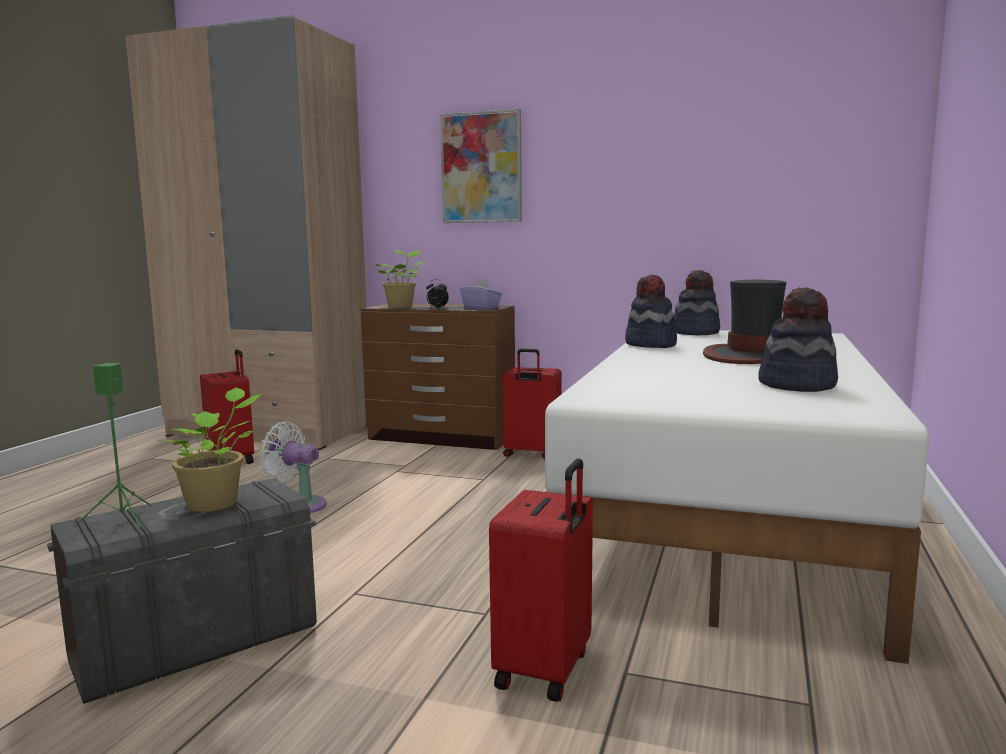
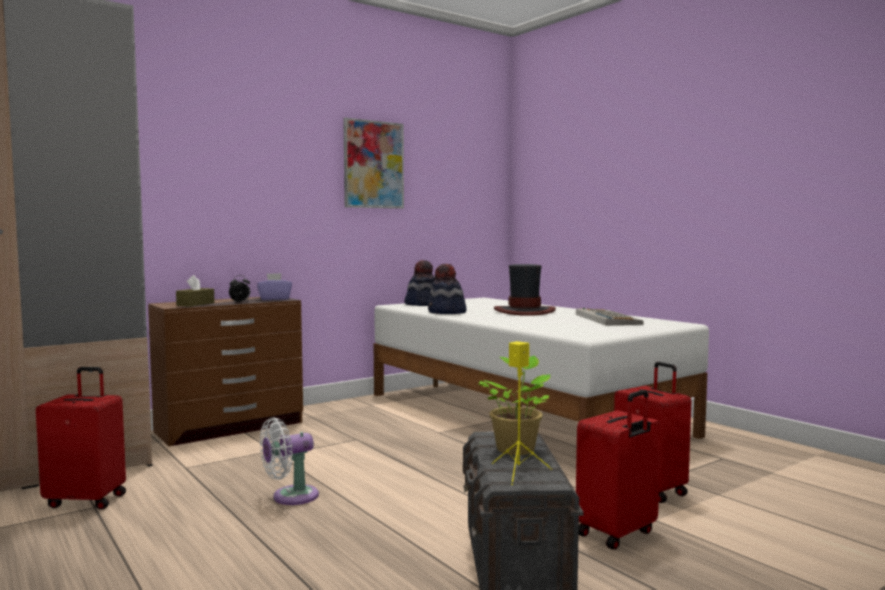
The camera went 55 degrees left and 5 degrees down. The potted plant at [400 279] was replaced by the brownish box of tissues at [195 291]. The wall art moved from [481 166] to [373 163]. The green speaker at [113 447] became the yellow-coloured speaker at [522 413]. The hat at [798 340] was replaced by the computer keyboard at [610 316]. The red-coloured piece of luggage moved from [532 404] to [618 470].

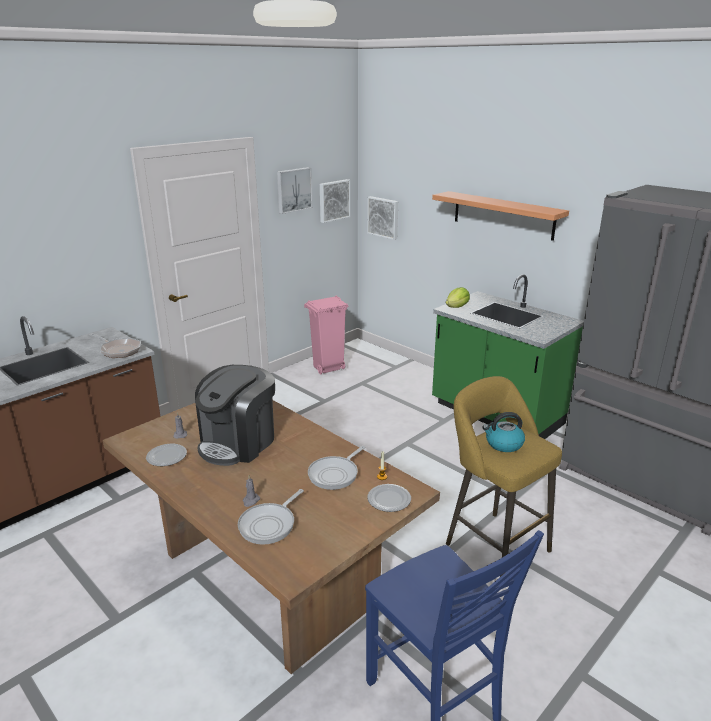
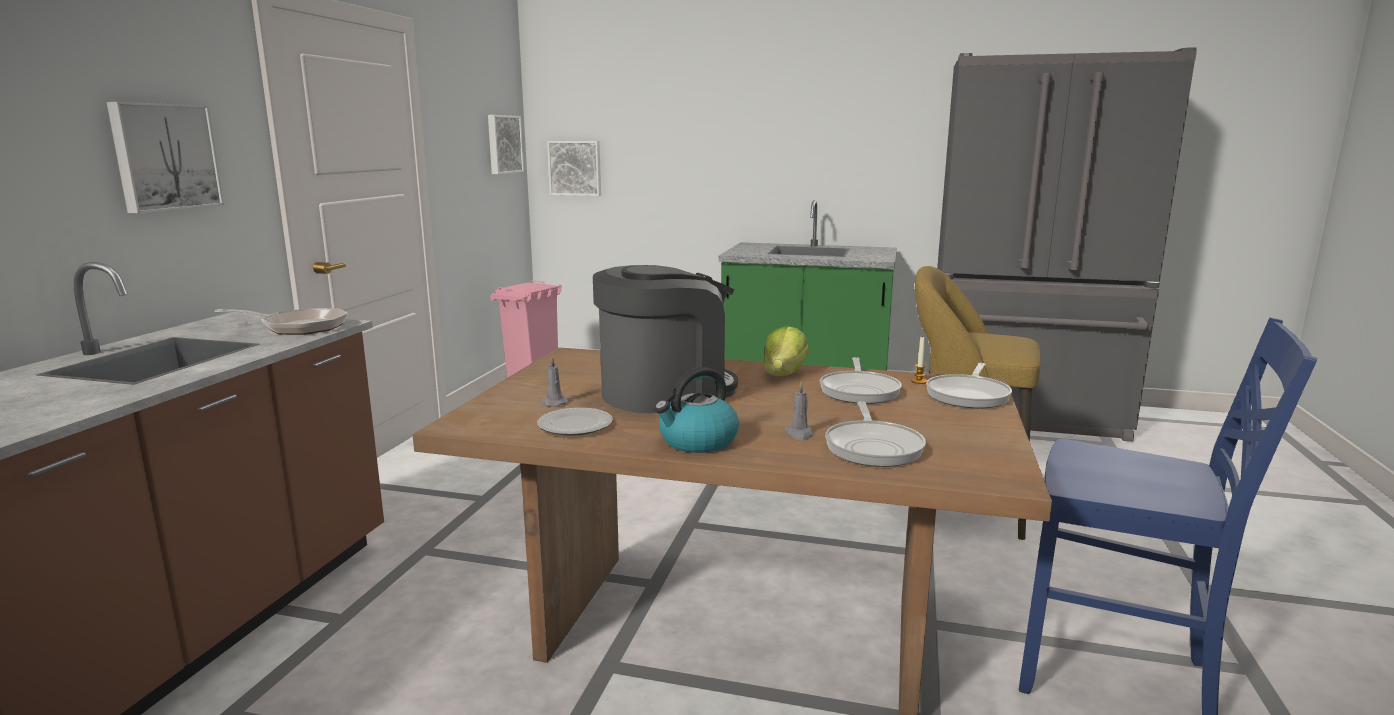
The camera went 30 degrees left and 10 degrees down. The wall art moved from [295 190] to [165 157]. The coffee machine at [235 415] turned 120 degrees counterclockwise. The water kettle moved from [504 432] to [697 410]. The head of lettuce moved from [458 297] to [786 351]. The dinner plate at [389 498] was replaced by the frying pan at [969 385]. The bracket shelf at [500 216] disappeared.

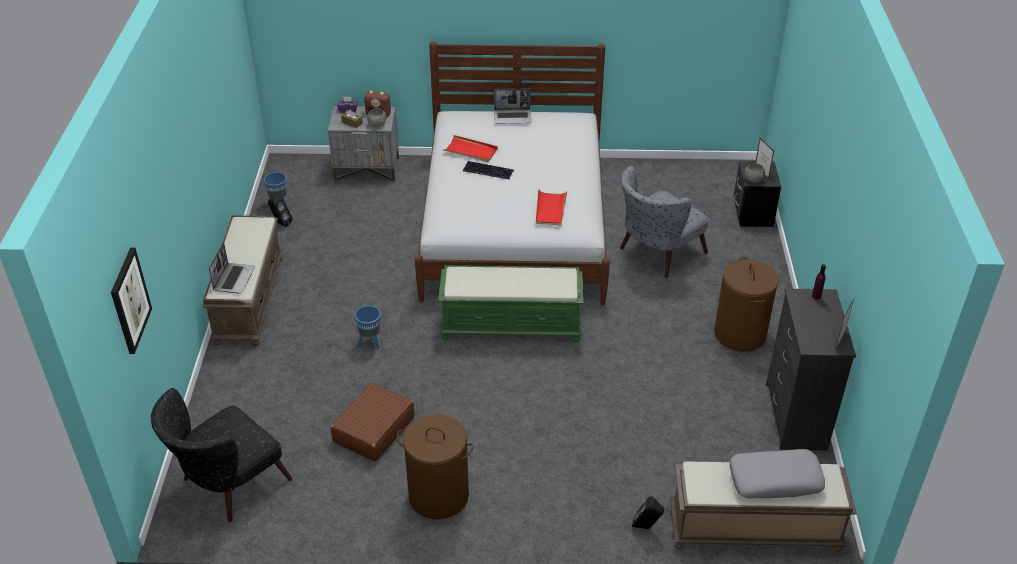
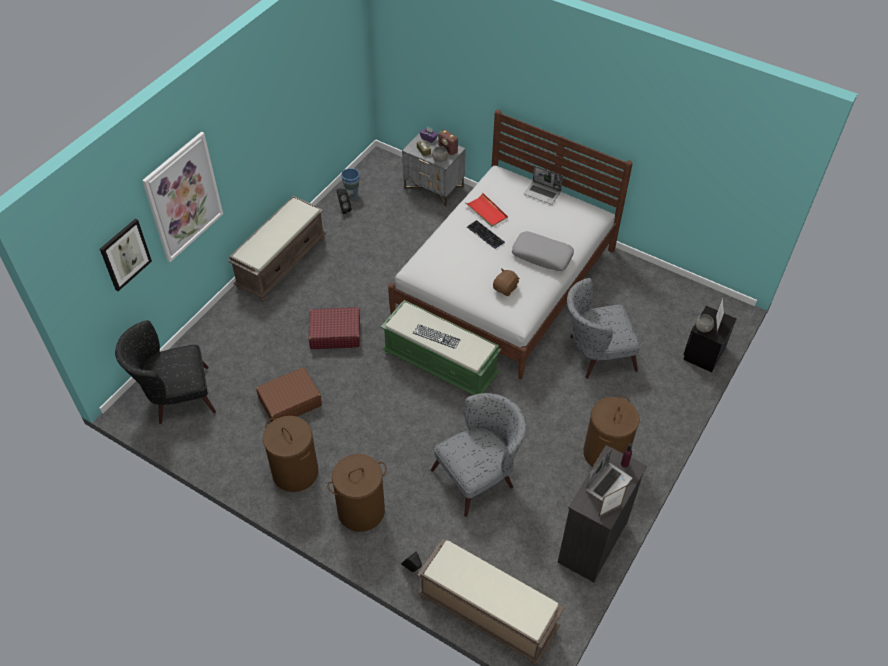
The camera went 30 degrees right and 10 degrees up. The wall art at [182 197] appeared. The bluish flower pot at [367 327] was replaced by the red-coloured piece of luggage at [334 328]. The brownish washing basket at [357 493] appeared. The computer keyboard at [437 336] appeared. The grey easy chair at [478 455] appeared. The red-coloured serving tray at [551 207] was replaced by the brownish cuddly toy at [506 282]. The grey cushion moved from [777 473] to [543 251]. The laptop moved from [232 268] to [608 474].

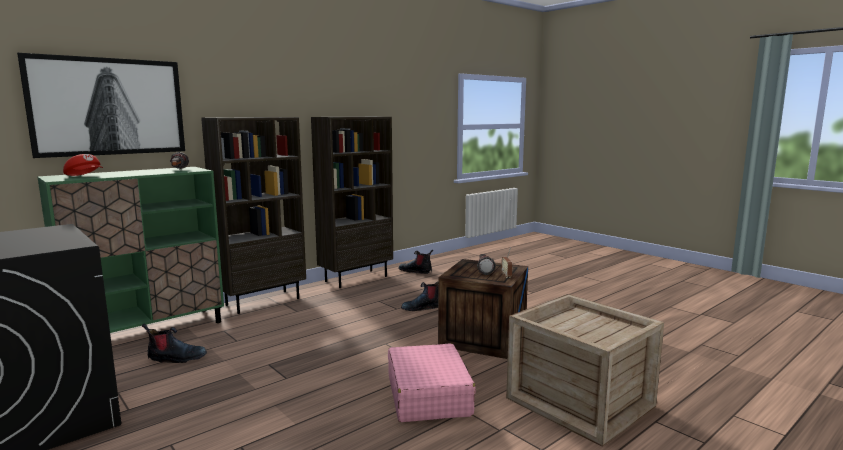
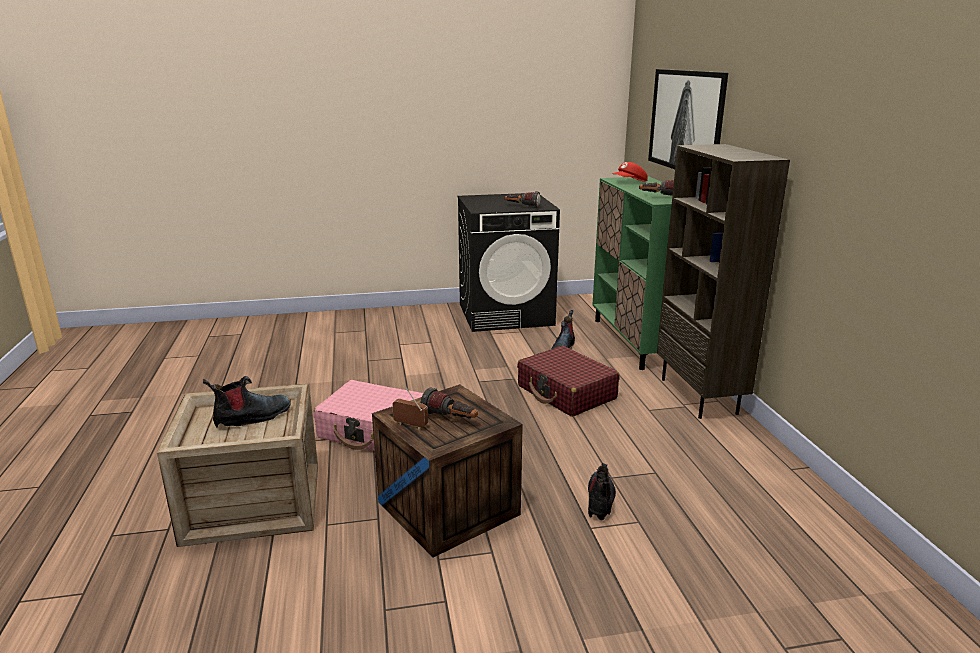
The camera went 120 degrees right and 10 degrees up. The tall boot moved from [415 262] to [247 401]. The torch at [523 199] appeared. The red-coloured piece of luggage at [568 381] appeared. The brownish bookshelf at [352 202] disappeared.

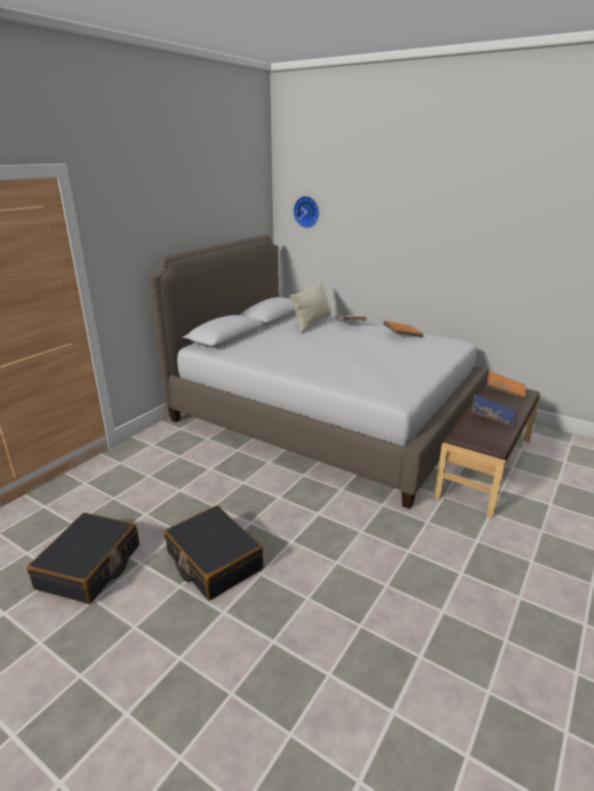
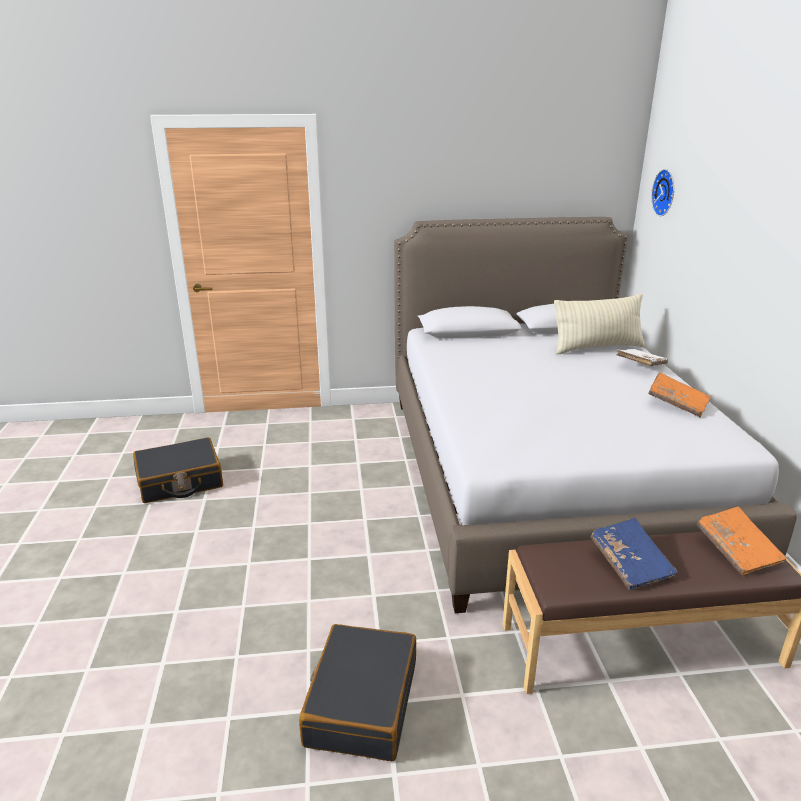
The camera went 50 degrees right and 0 degrees up. The blackish piece of luggage moved from [213 553] to [357 692].

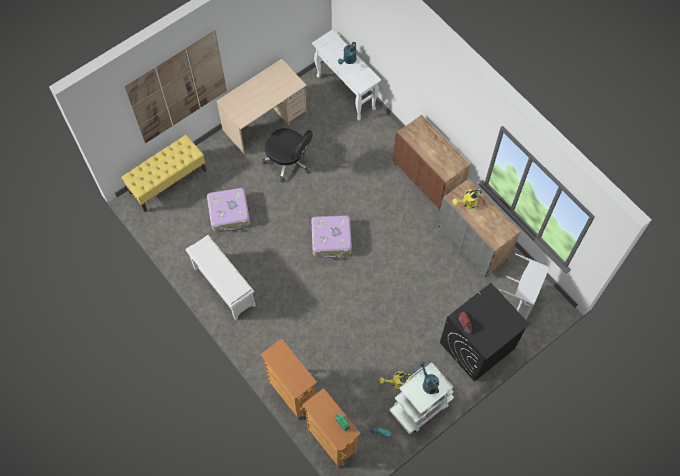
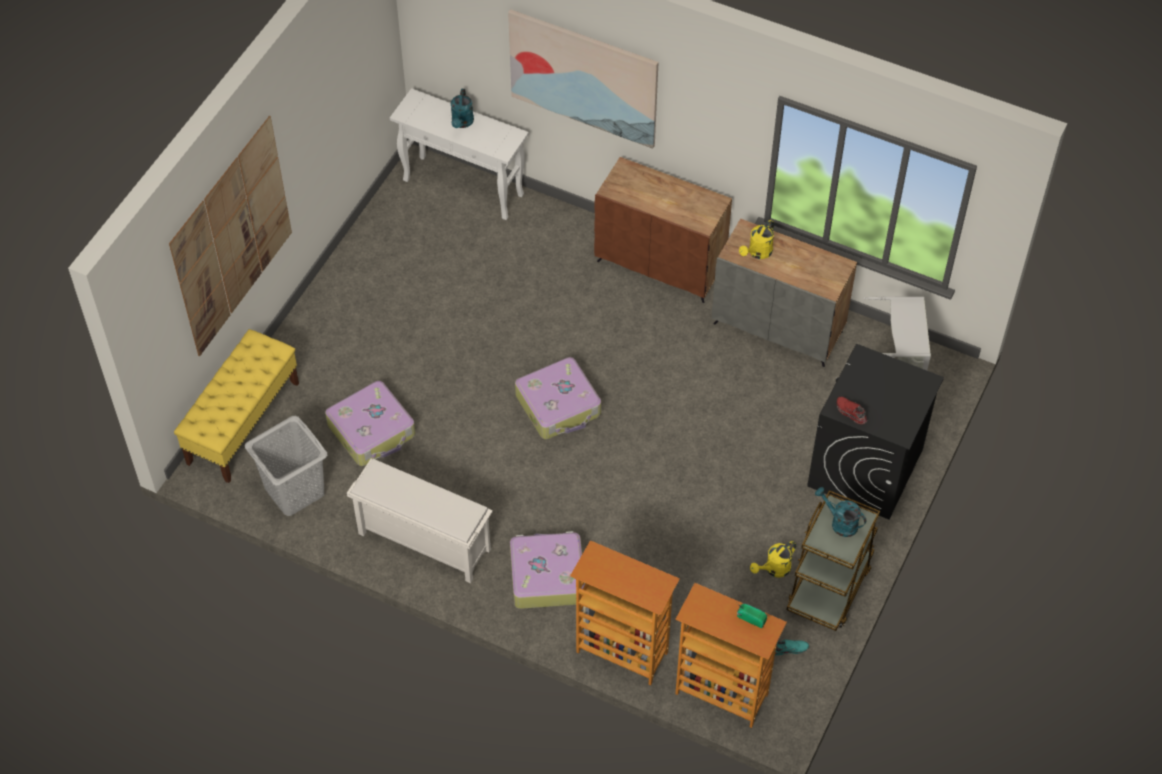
The camera went 25 degrees left and 10 degrees down. The grey washing basket at [286 465] appeared. The wall art at [583 79] appeared. The piece of luggage at [547 570] appeared. The white-coloured cart at [421 398] became the brownish cart at [833 560]. The sand-coloured desk at [261 106] disappeared. The blackish office chair at [287 155] disappeared.

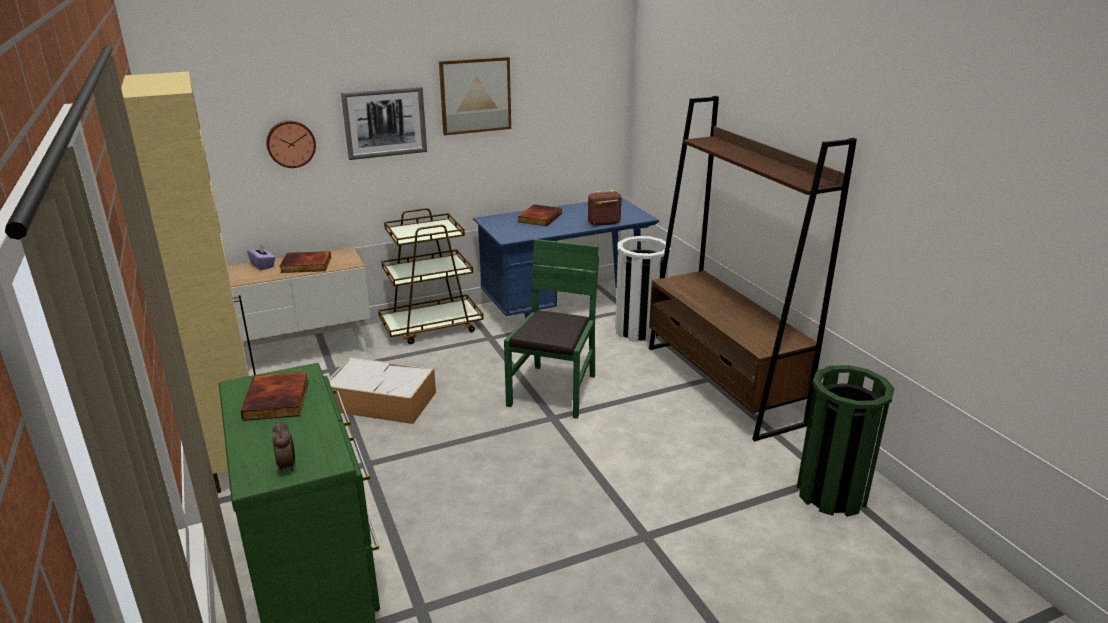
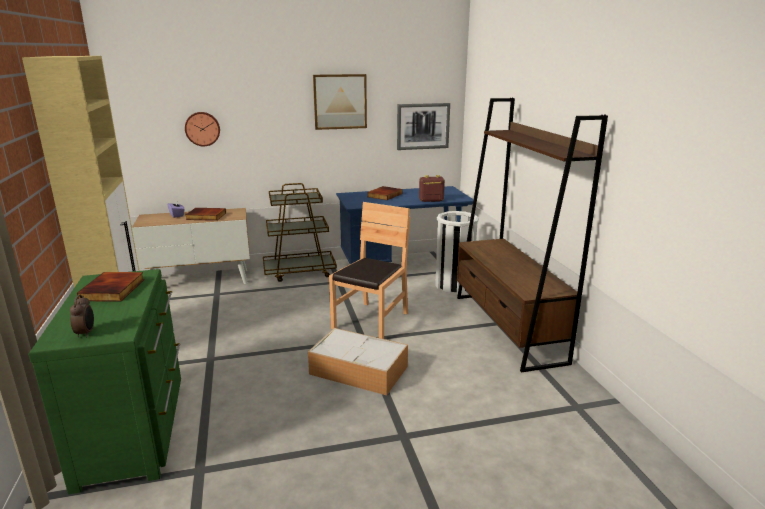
The camera went 10 degrees right and 5 degrees down. The storage bin moved from [382 390] to [358 361]. The green chair at [551 329] became the brownish chair at [369 270]. The wall art moved from [384 123] to [423 126]. The green trash can at [846 441] disappeared.

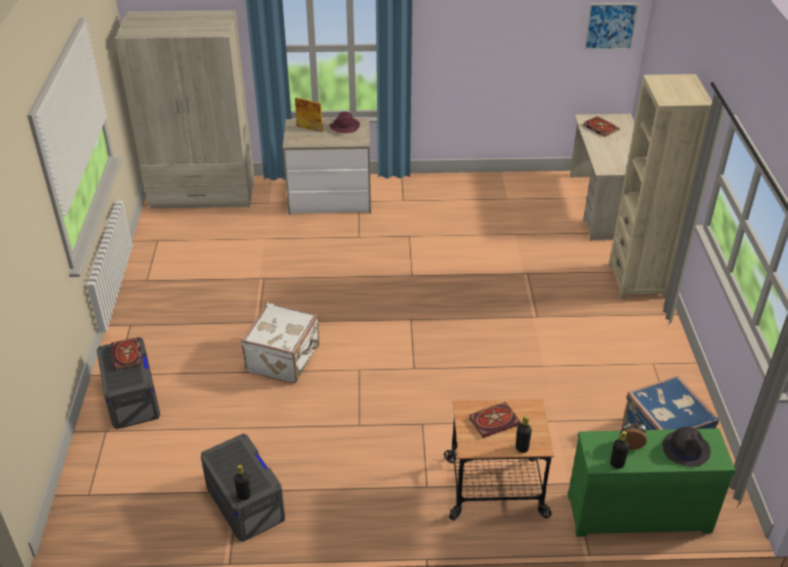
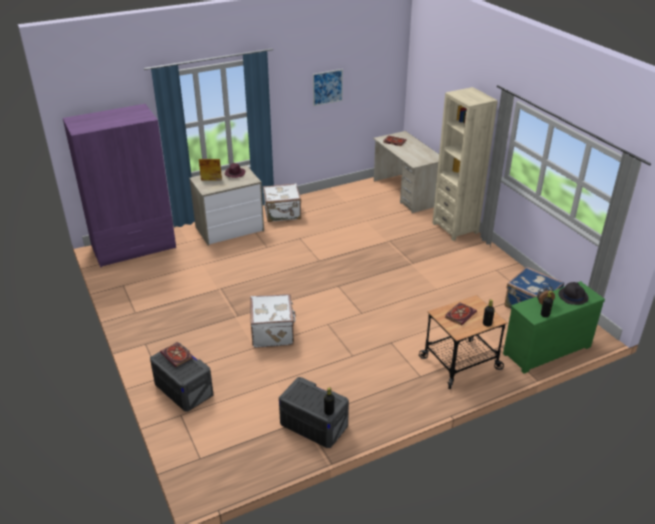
The camera went 25 degrees left and 5 degrees down. The sand-coloured clothes cupboard at [184 109] became the purple clothes cupboard at [119 185]. The white-coloured piece of luggage at [282 202] appeared. The wall art moved from [612 26] to [328 87].

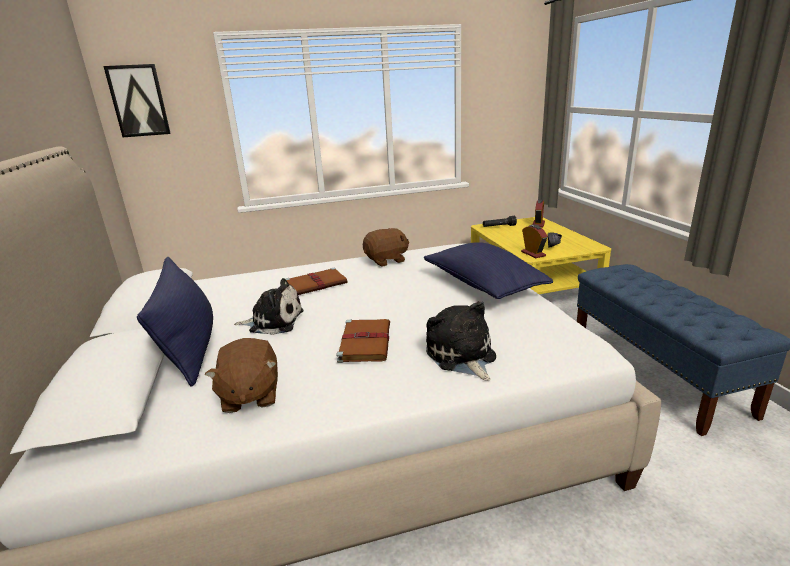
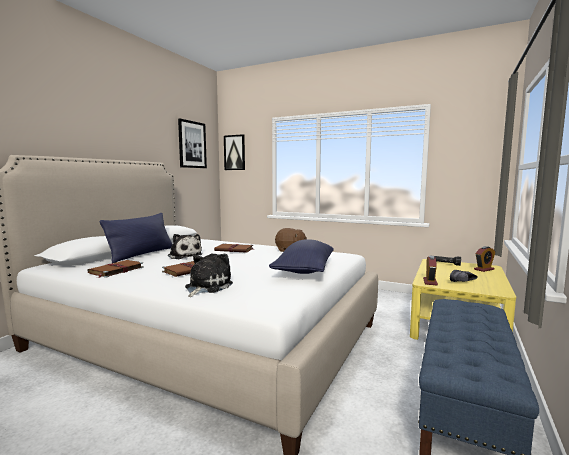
The camera went 40 degrees right and 15 degrees down. The brownish cuddly toy at [241 375] was replaced by the brownish book at [115 269]. The wall art at [192 143] appeared.

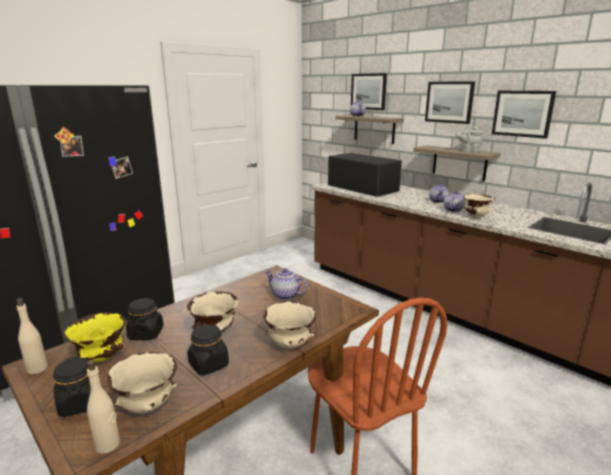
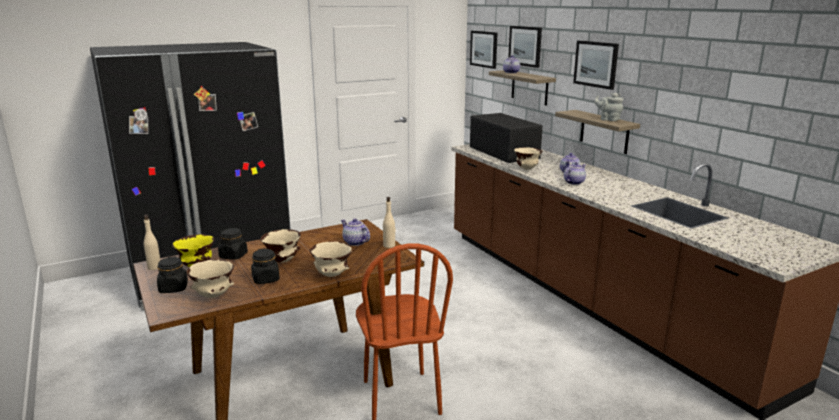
The camera went 15 degrees right and 0 degrees up. The sand-coloured drink bottle moved from [103 406] to [389 222]. The wall art moved from [524 115] to [484 50]. The sand-coloured bowl moved from [479 206] to [528 158].

